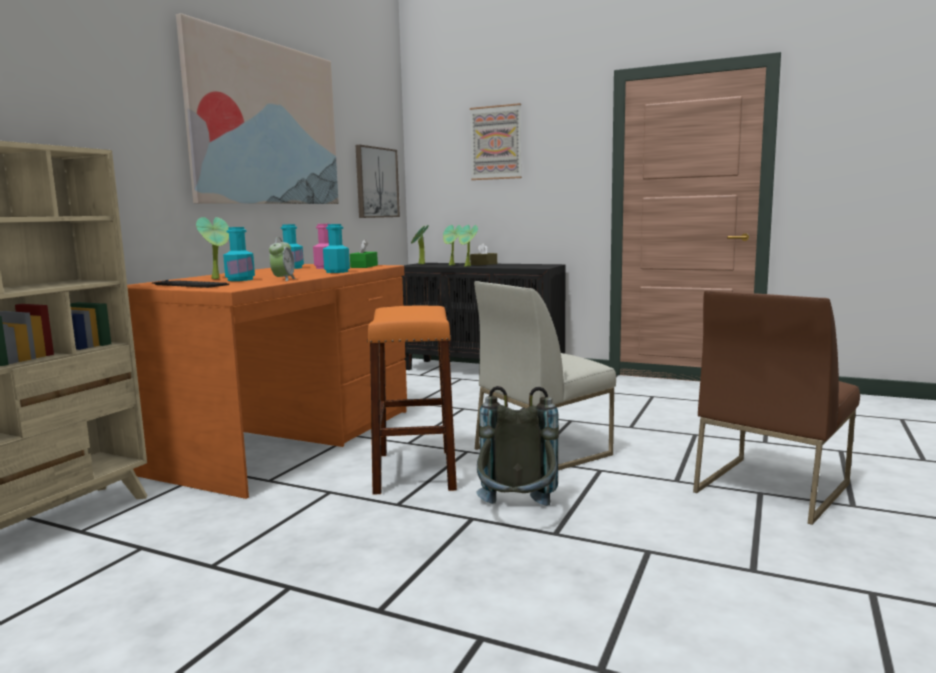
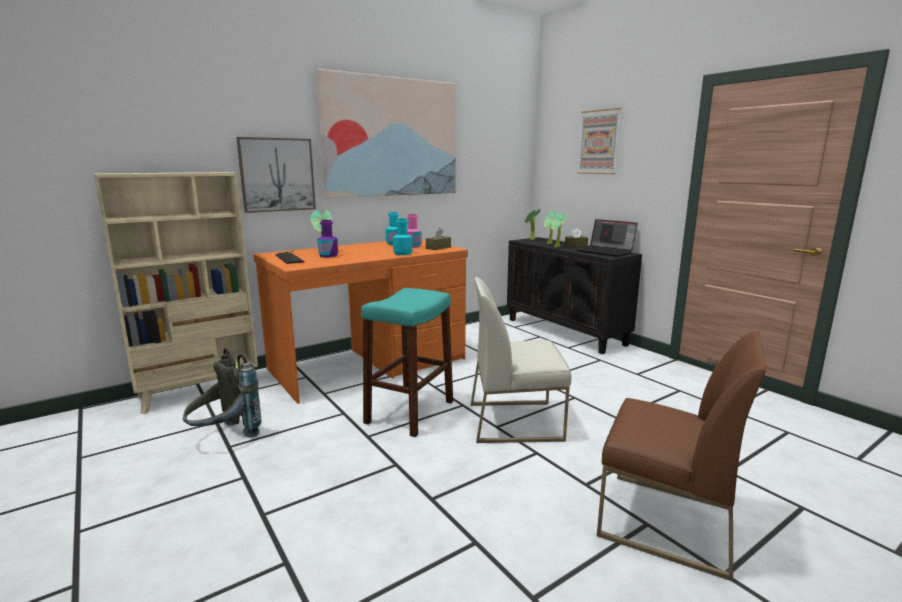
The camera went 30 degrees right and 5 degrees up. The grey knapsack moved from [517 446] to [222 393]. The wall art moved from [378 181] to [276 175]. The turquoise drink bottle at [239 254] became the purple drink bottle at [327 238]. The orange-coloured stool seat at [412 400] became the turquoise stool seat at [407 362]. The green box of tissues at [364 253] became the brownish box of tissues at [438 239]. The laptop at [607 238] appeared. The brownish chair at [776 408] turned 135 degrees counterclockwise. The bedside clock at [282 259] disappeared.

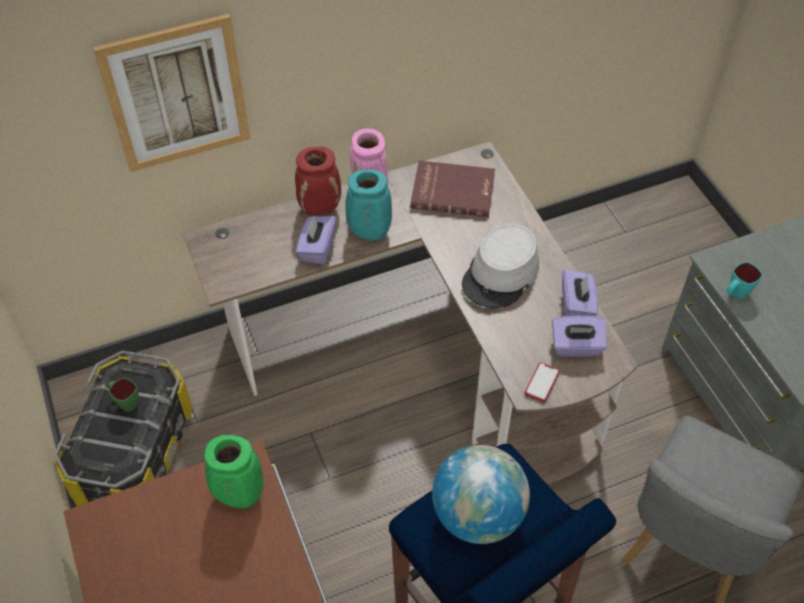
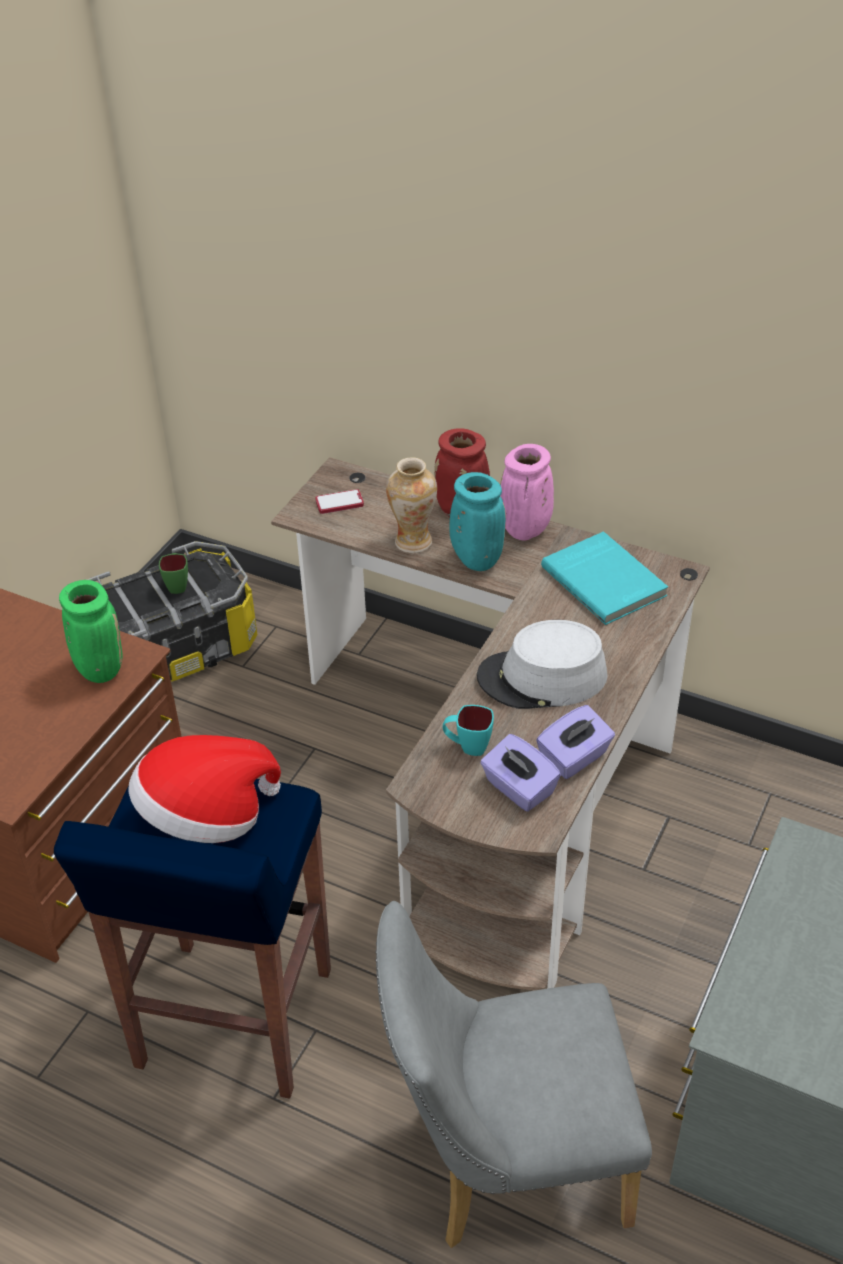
The camera went 50 degrees right and 10 degrees down. The world globe at [481 494] was replaced by the hat at [204 789]. The phone moved from [542 382] to [340 501]. The purple box of tissues at [316 240] was replaced by the flower vase at [411 505]. The turquoise coffee mug moved from [744 280] to [468 730]. The red-coloured book at [452 189] became the turquoise book at [604 578]. The wall art at [171 93] disappeared.

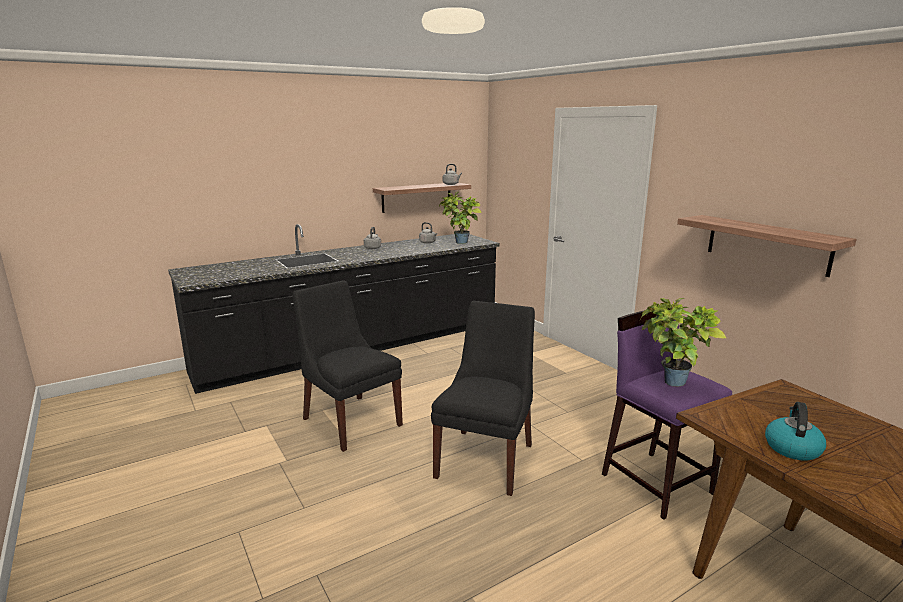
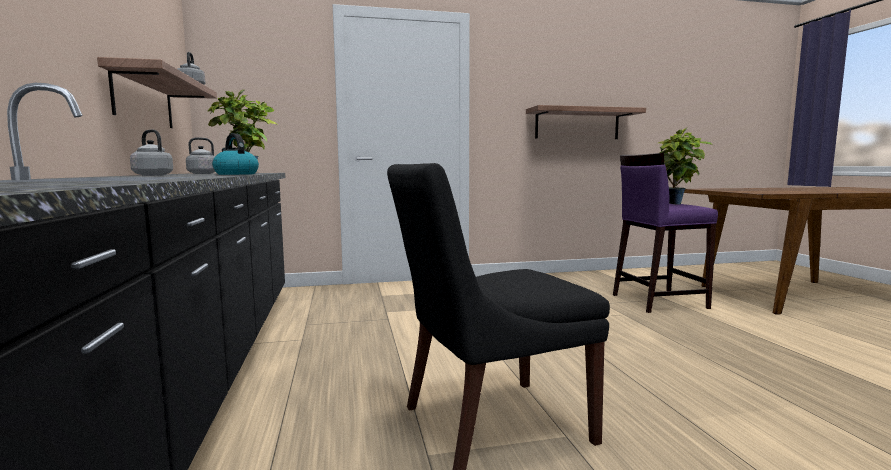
The camera went 70 degrees left and 10 degrees down. The water kettle moved from [795 431] to [235 154]. The blackish chair at [483 398] disappeared.

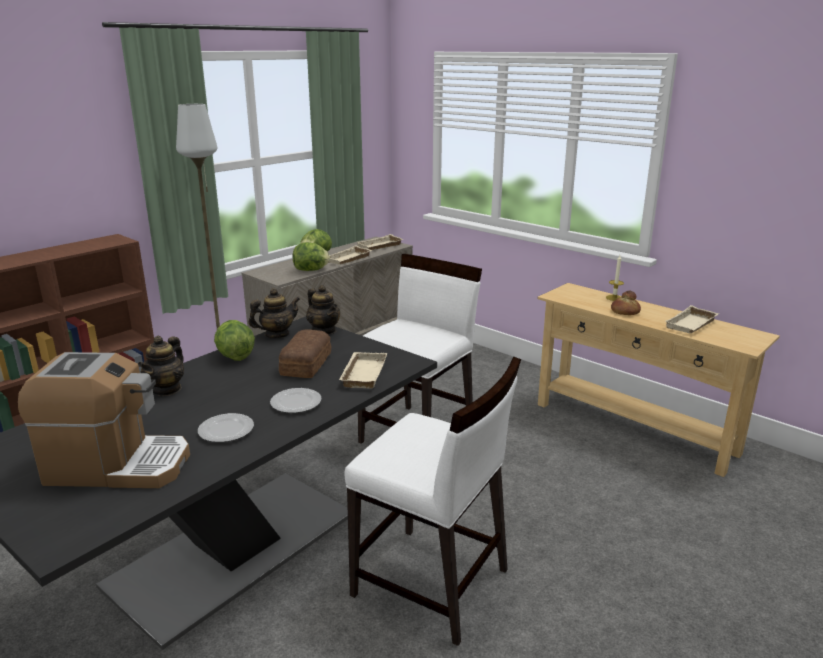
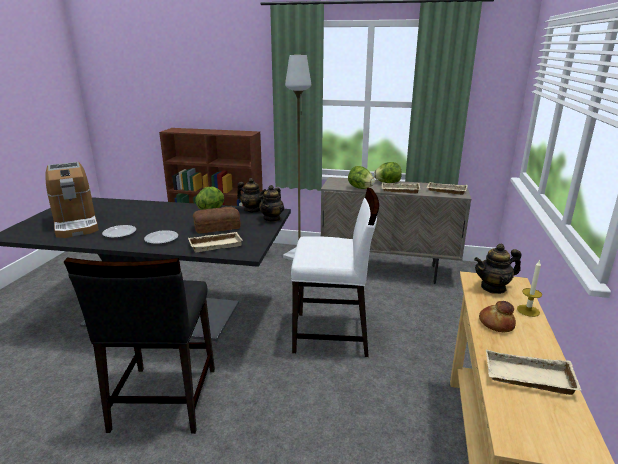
The camera went 60 degrees right and 0 degrees up. The white-coloured chair at [432 501] became the blackish chair at [139 345]. The tea pot moved from [161 366] to [497 269].

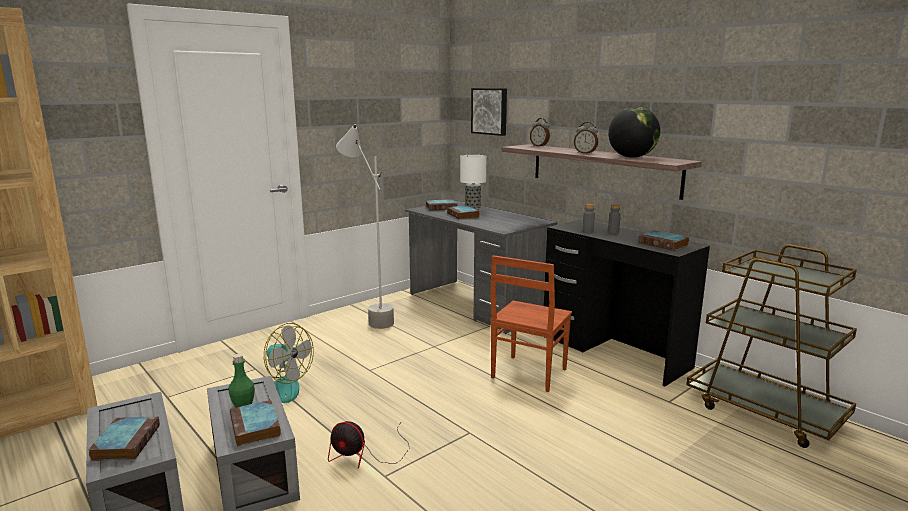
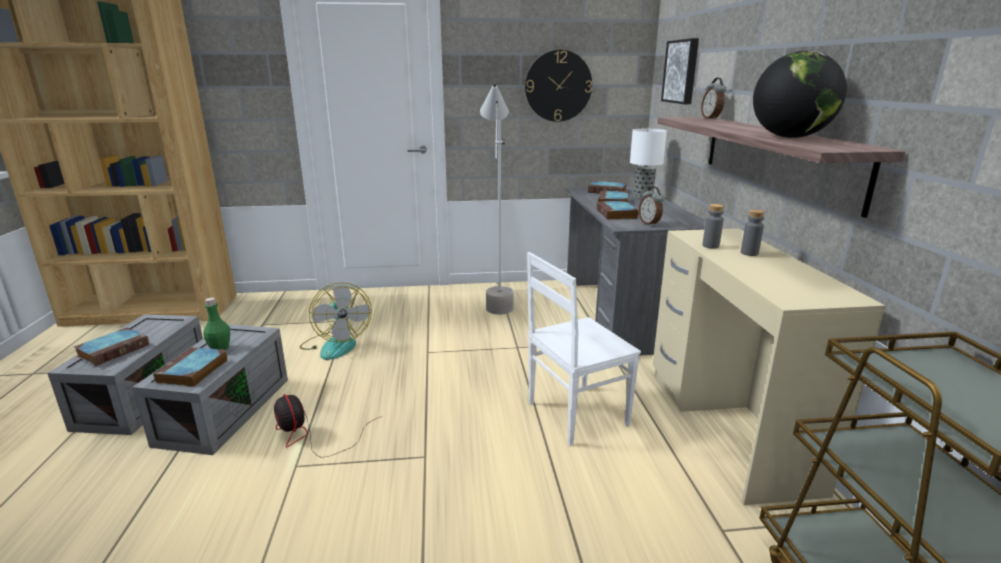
The camera went 35 degrees right and 5 degrees up. The hanging clock at [558 86] appeared. The brownish chair at [531 323] became the white-coloured chair at [584 349]. The book moved from [664 240] to [617 210]. The bedside clock moved from [586 138] to [651 206]. The blackish desk at [627 303] became the sand-coloured desk at [769 366].

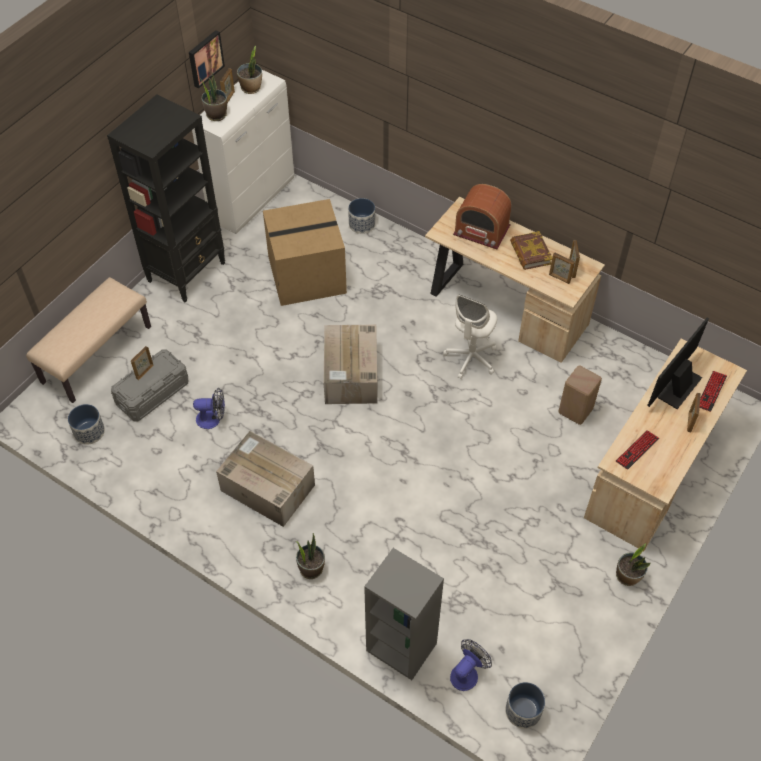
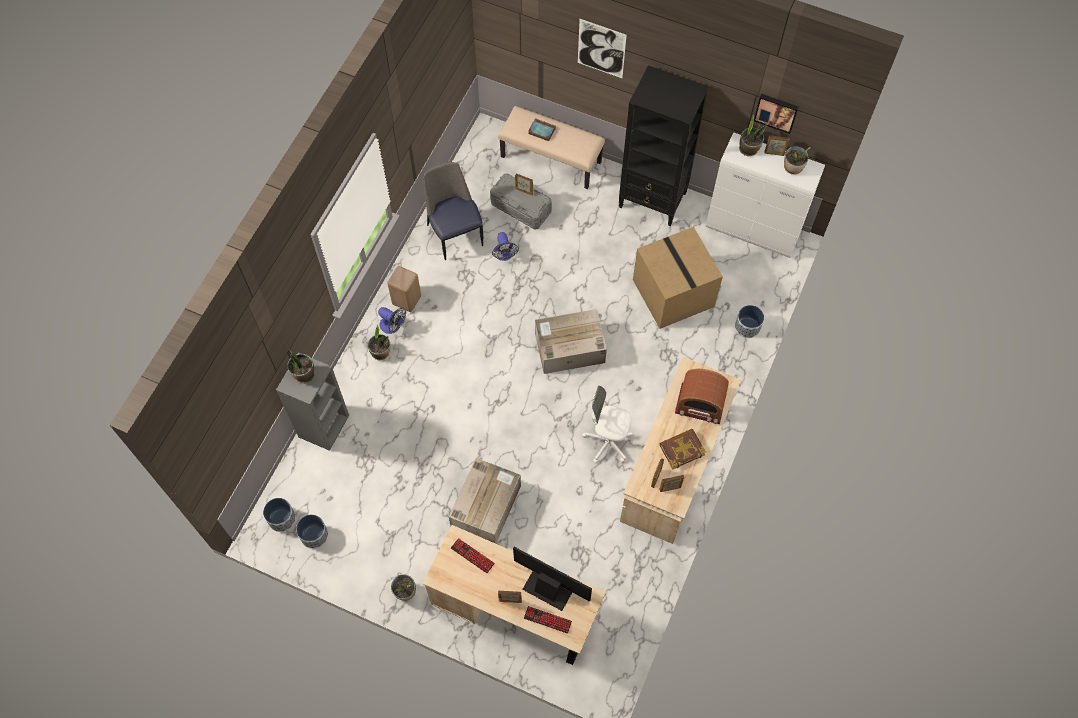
The camera went 80 degrees right and 10 degrees up. The potted plant at [301 365] appeared. The flower pot moved from [86 424] to [312 531]. The cooling fan moved from [471 665] to [392 320]. The sand-coloured stool seat moved from [580 395] to [404 289]. The chair at [453 211] appeared. The carton moved from [265 479] to [485 501]. The book at [542 129] appeared. The wall art at [602 48] appeared. The radio receiver at [482 216] turned 90 degrees counterclockwise.

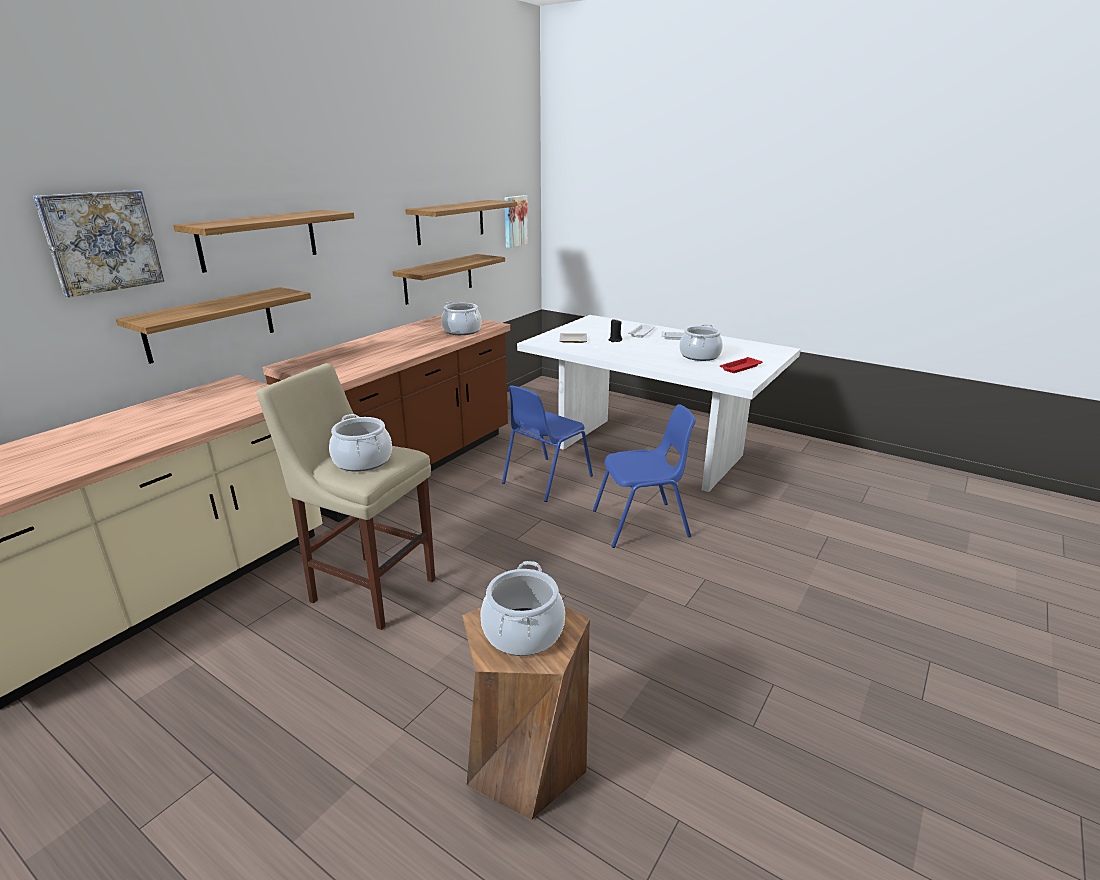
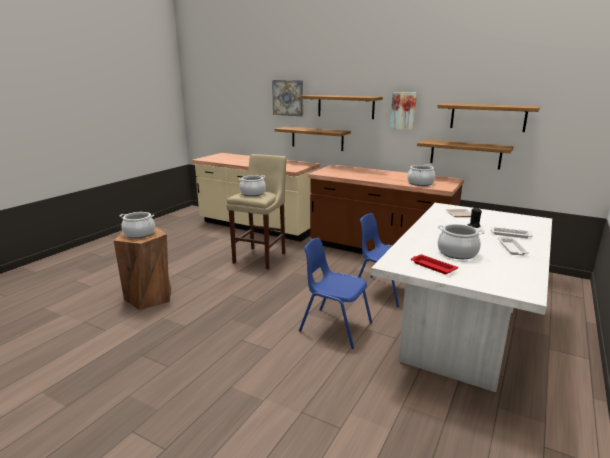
The camera went 85 degrees right and 5 degrees down. The bluish chair at [644 476] turned 135 degrees clockwise. The wall art moved from [516 221] to [403 111].

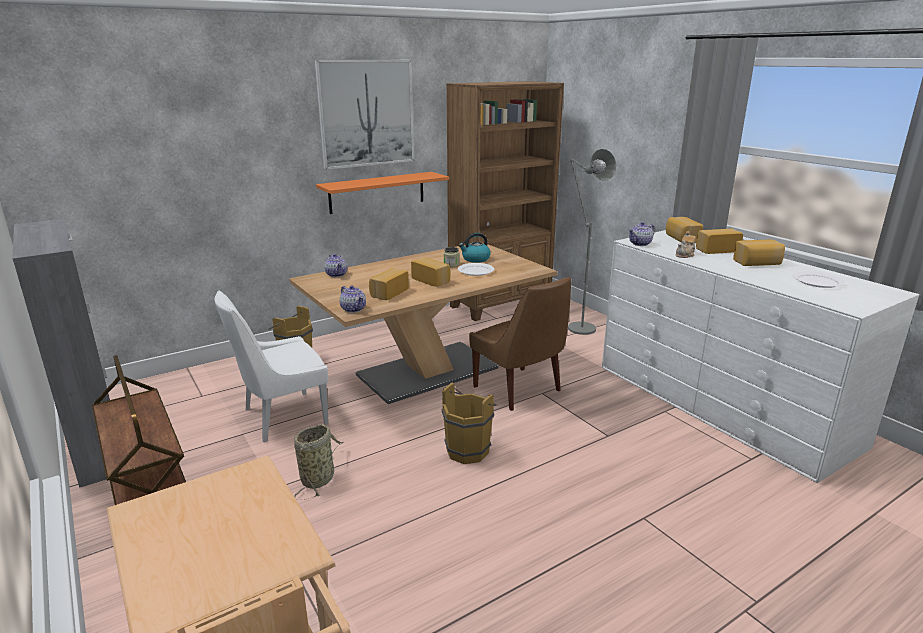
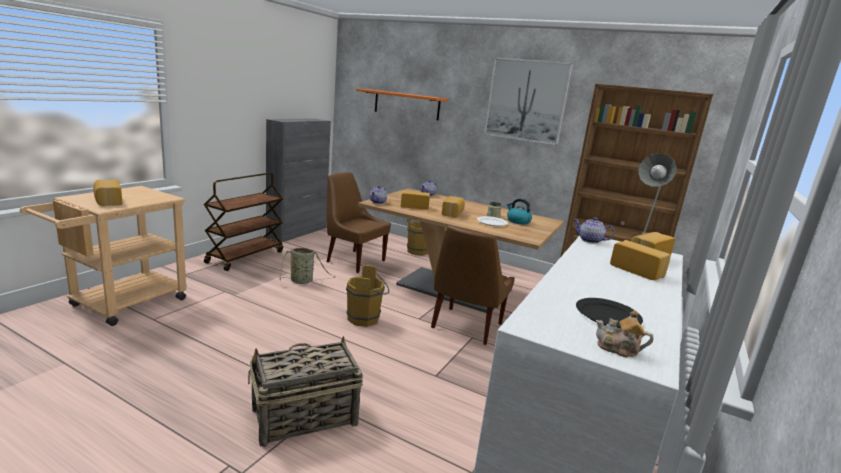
The camera went 60 degrees right and 5 degrees down. The bakery bread moved from [759 253] to [108 193]. The storage basket at [305 391] appeared. The white-coloured chair at [272 367] became the brownish chair at [359 222]. The orange-coloured bracket shelf moved from [382 193] to [402 105]. The white-coloured dinner plate at [819 279] became the blackish dinner plate at [609 313]. The tea pot moved from [686 244] to [624 333].

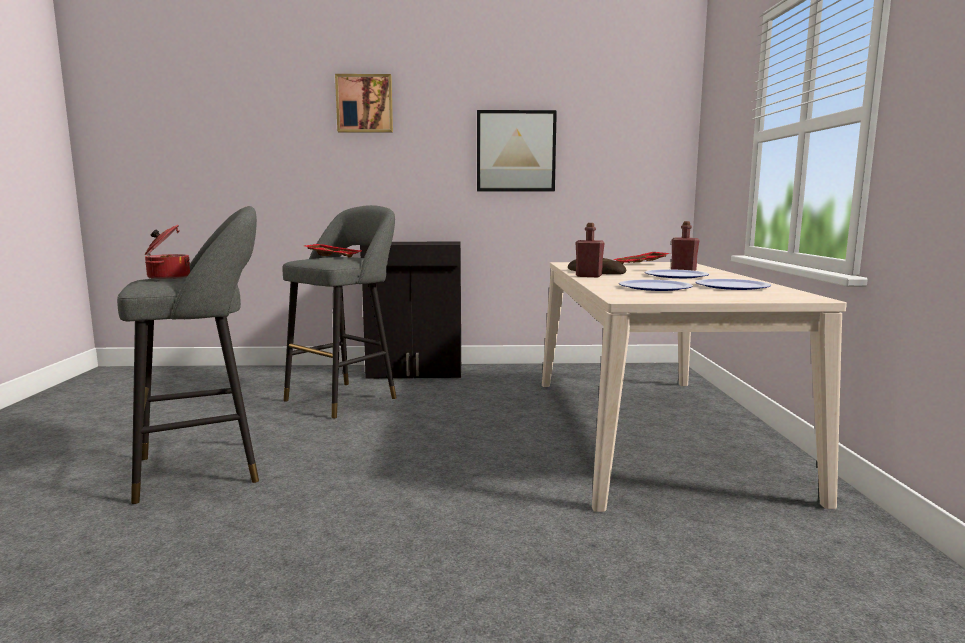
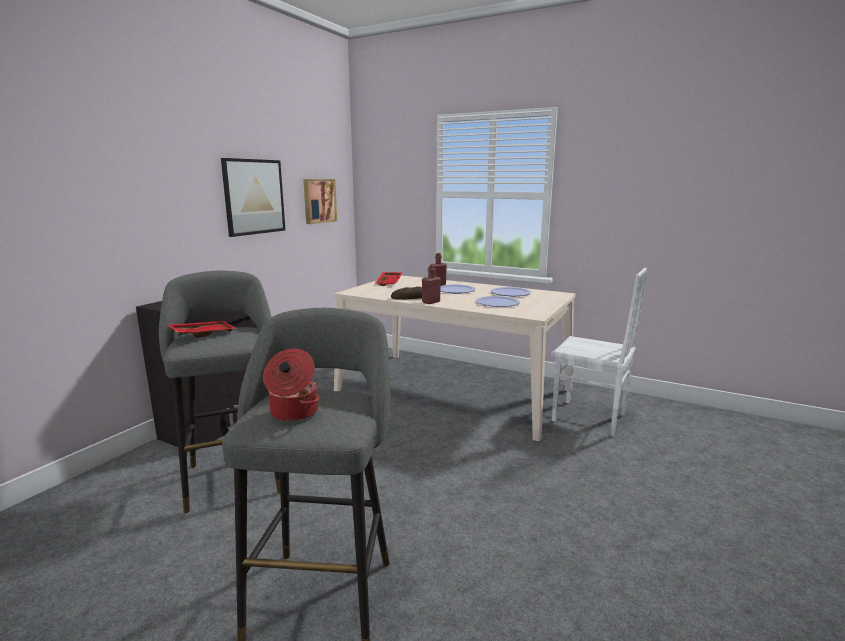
The camera went 60 degrees left and 5 degrees up. The wall art moved from [364 103] to [320 201]. The white-coloured chair at [599 352] appeared.

